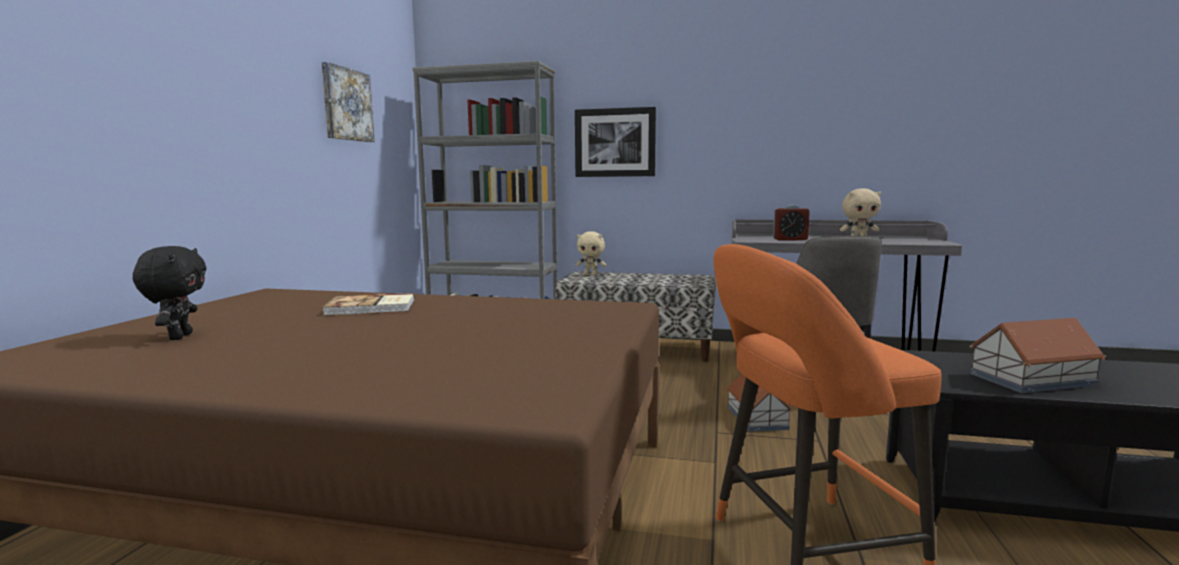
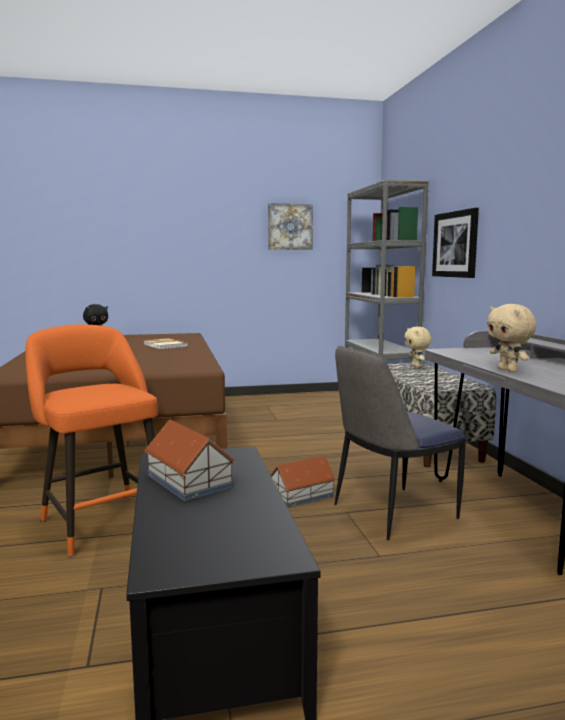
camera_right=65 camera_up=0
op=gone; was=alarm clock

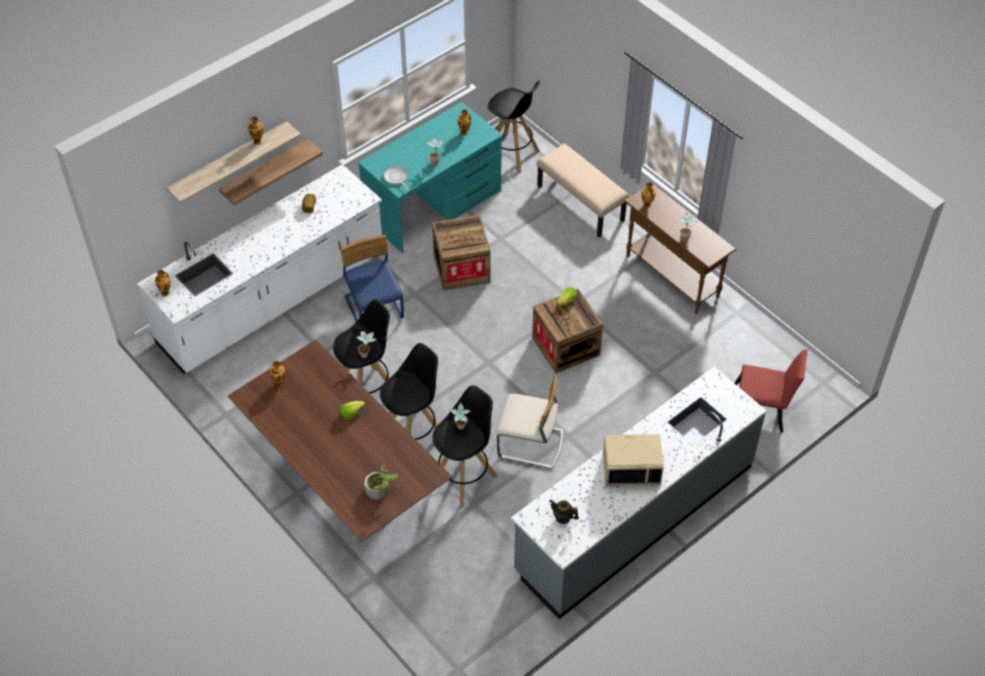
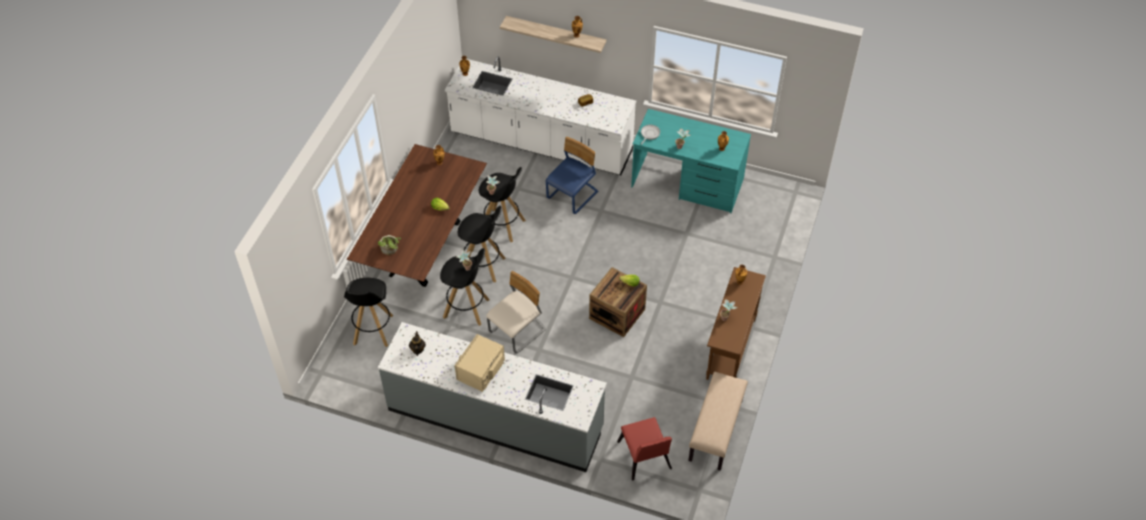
camera_right=60 camera_up=0
op=gone; was=shelf (no. 2 from left)
op=gone; was=crate (no. 1 from left)
op=shifted; was=stool (black) (no. 4 from left in the first image); now=stool (black) (no. 1 from left)
op=rotated; was=chair (beige); clockwise=-120
op=shifted; was=bench (beige)
op=rotated; was=microwave (beige); clockwise=60

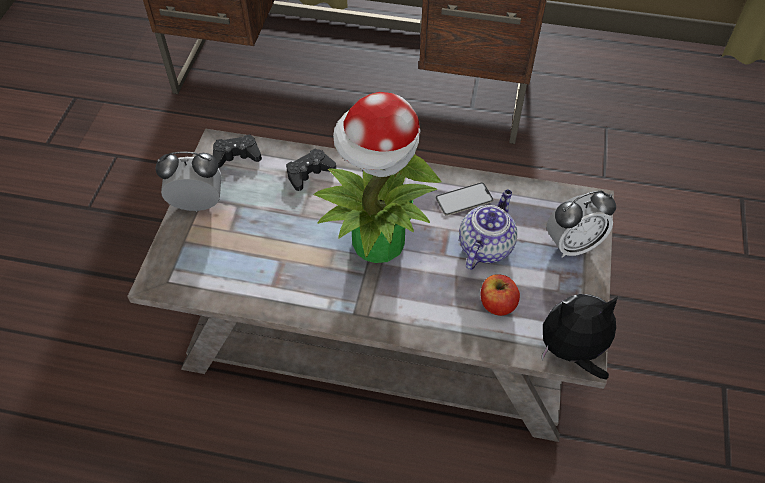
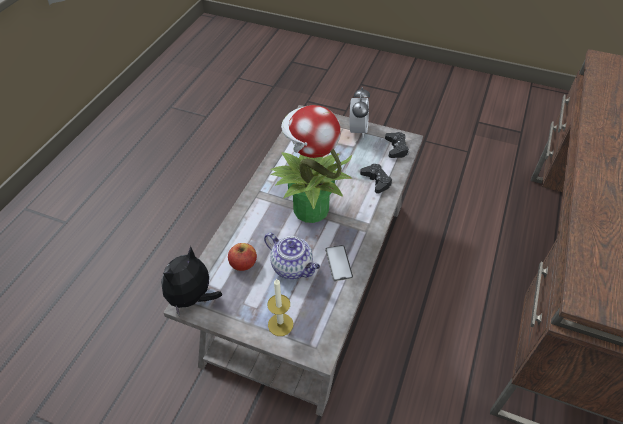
camera_right=100 camera_up=-5
op=rotated; was=plush toy; clockwise=-150
op=swapped; was=alarm clock (no. 2 from left); now=candle

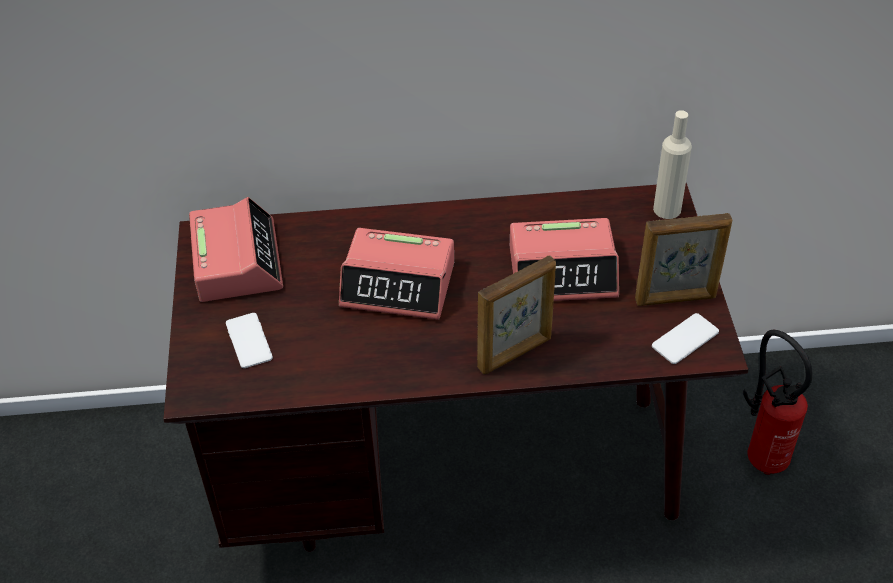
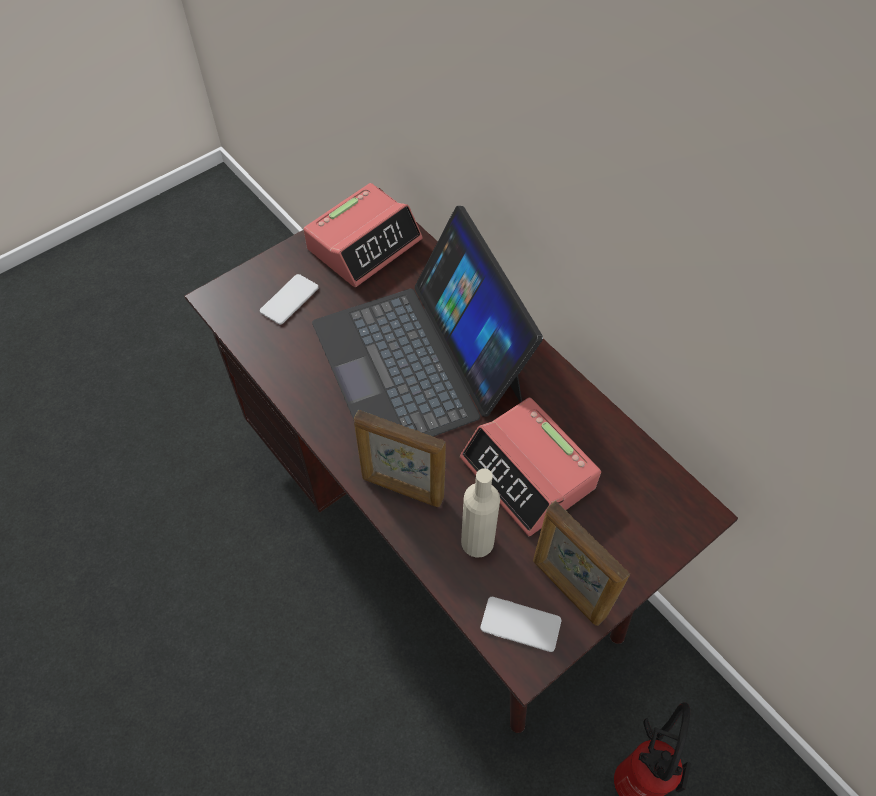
camera_right=55 camera_up=10
op=swapped; was=alarm clock (no. 2 from left); now=laptop
op=shifted; was=bottle (beige)

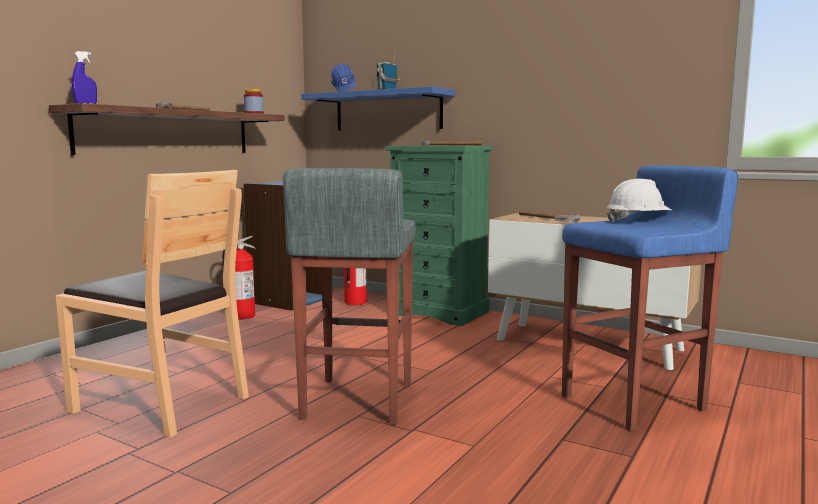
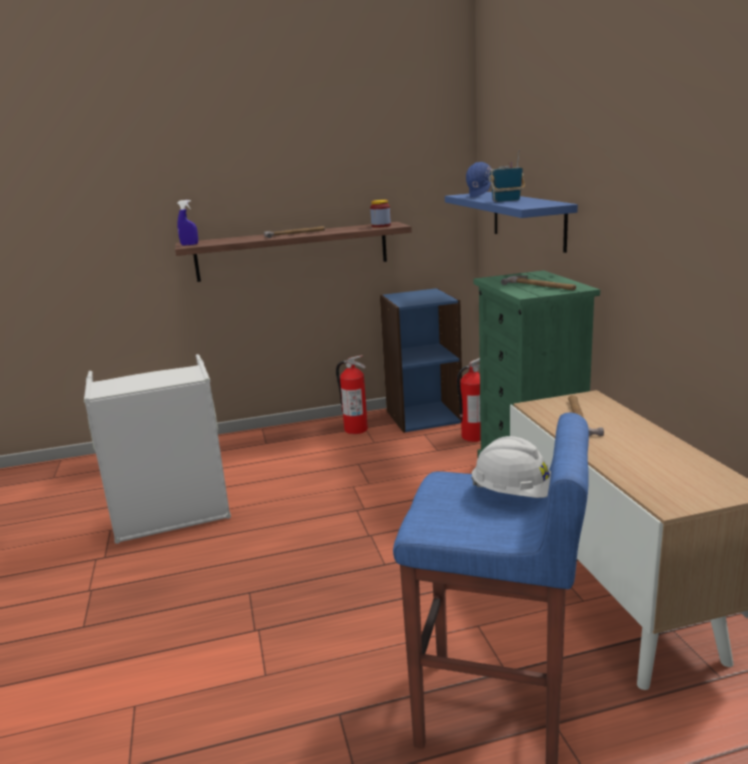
camera_right=45 camera_up=10
op=swapped; was=chair (brown); now=laundry basket (grey)
op=gone; was=stool (grey)

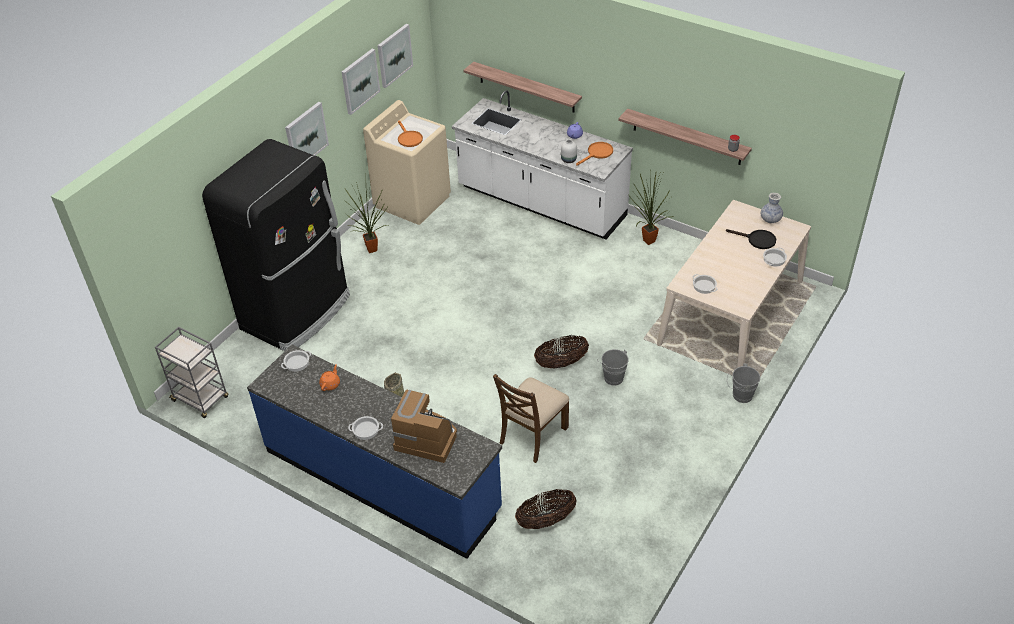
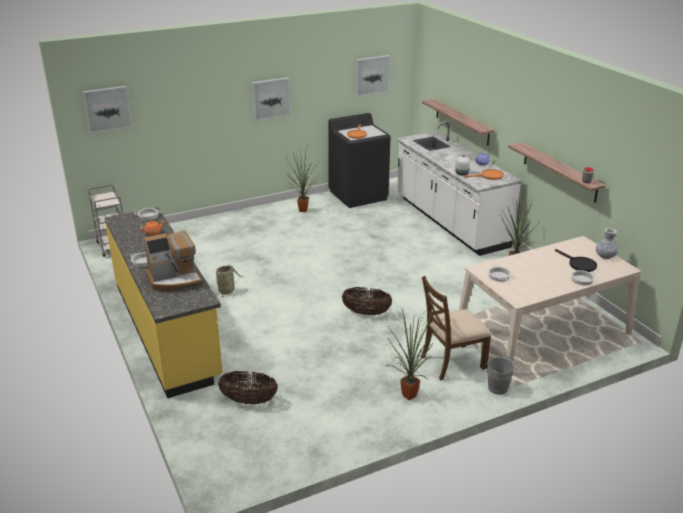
camera_right=30 camera_up=-15
op=gone; was=fridge (black)
op=repainted; was=counter (blue); now=counter (yellow)
op=shifted; was=picture (no. 2 from left in the first image); now=picture (no. 1 from left)
op=repainted; was=washing machine (beige); now=washing machine (black)
op=rotated; was=coffee machine; clockwise=105
op=shifted; was=chair (brown)
op=gone; was=bucket (grey) (no. 1 from left)
op=new; now=potted plant (no. 2 from left)

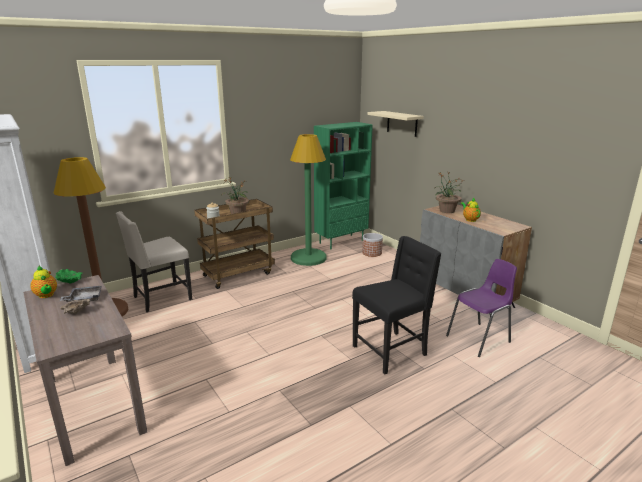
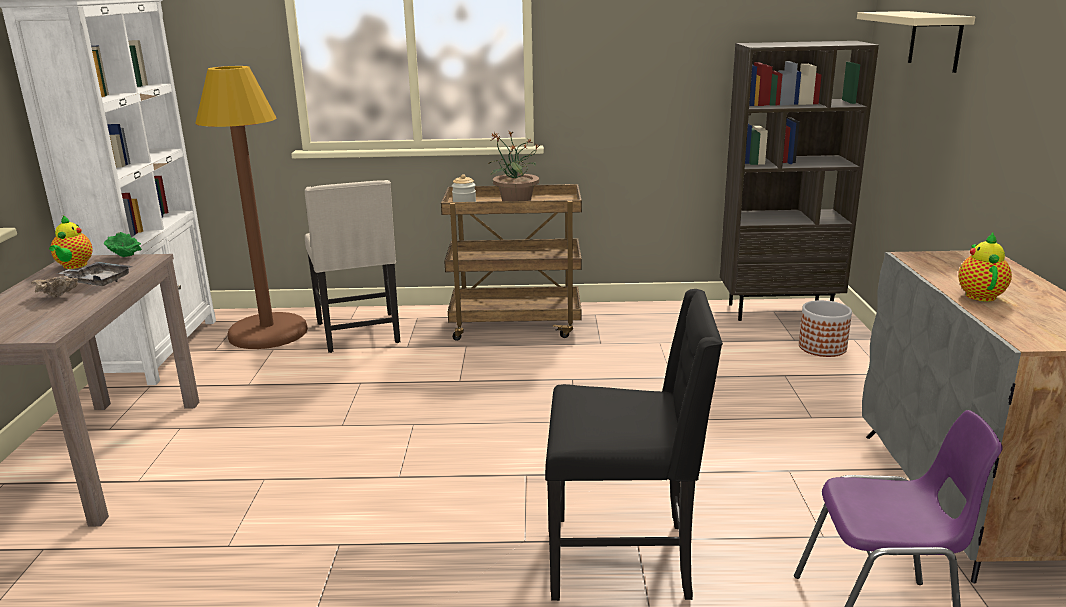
camera_right=35 camera_up=0
op=rotated; was=chair (beige); clockwise=-105
op=gone; was=floor lamp (green)
op=repainted; was=bookcase (green); now=bookcase (brown)
op=gone; was=potted plant (no. 2 from left)

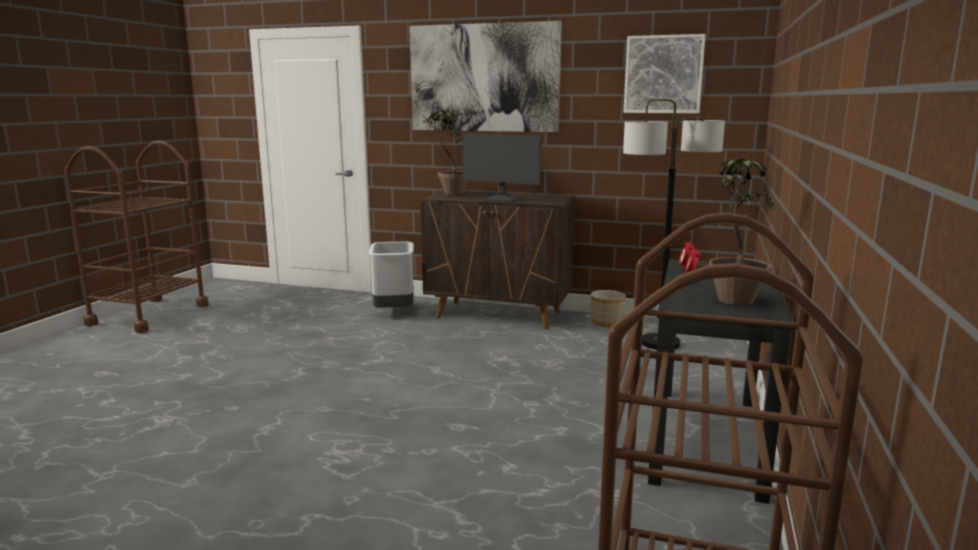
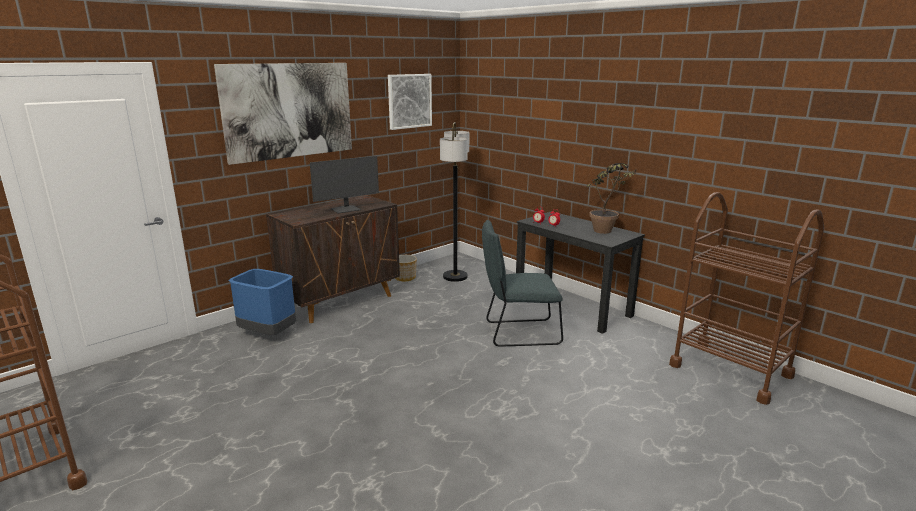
camera_right=-60 camera_up=5
op=repainted; was=trash can (grey); now=trash can (blue)
op=gone; was=potted plant (no. 1 from left)
op=new; now=chair (grey)

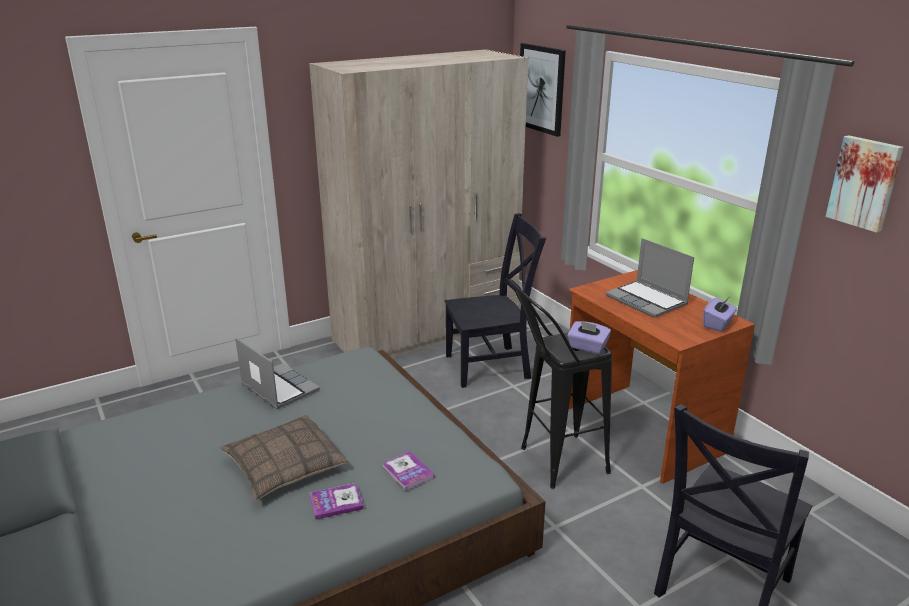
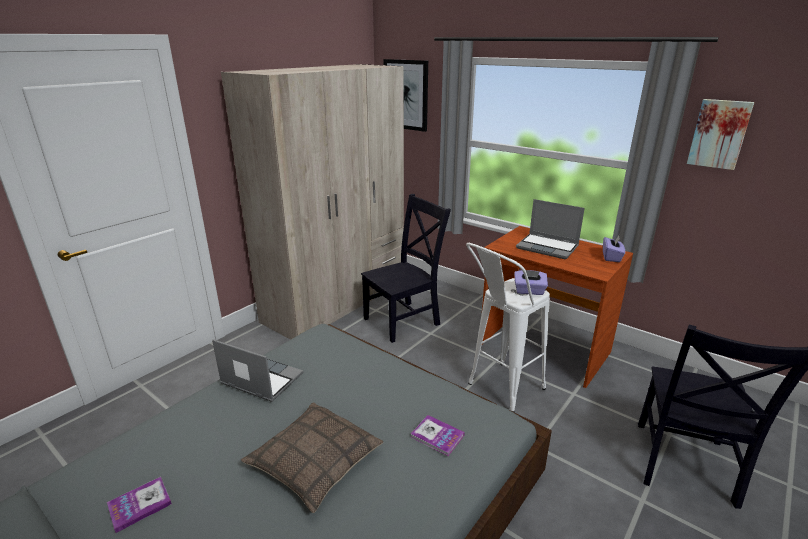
camera_right=-20 camera_up=0
op=shifted; was=book (no. 1 from left)
op=repainted; was=stool (black); now=stool (white)

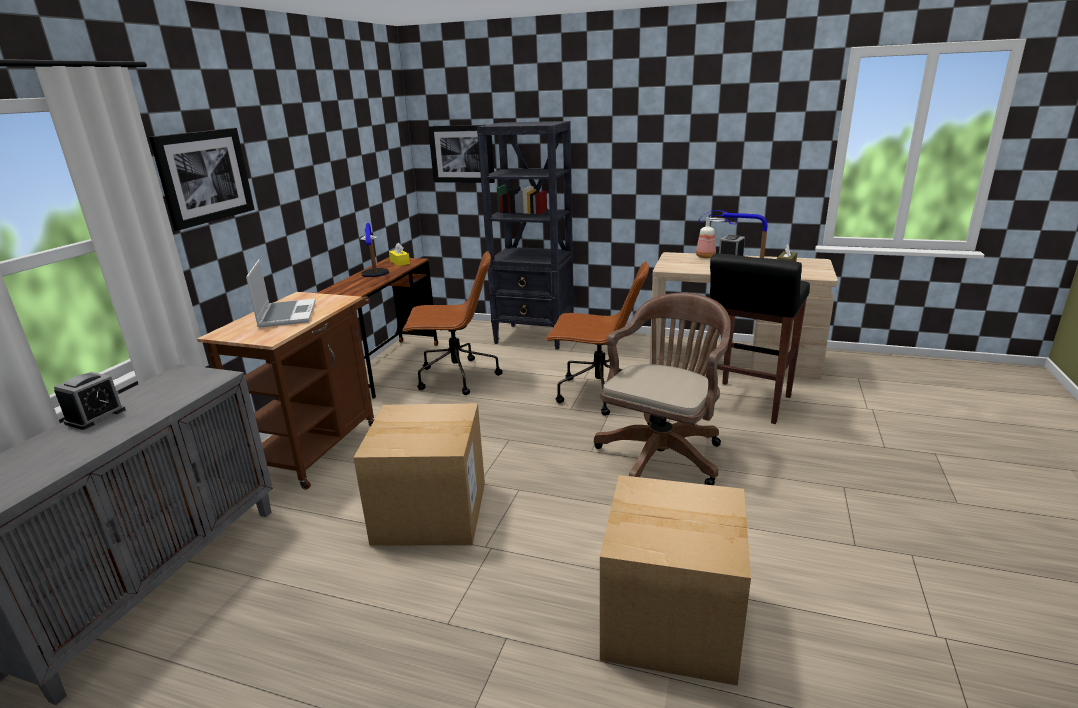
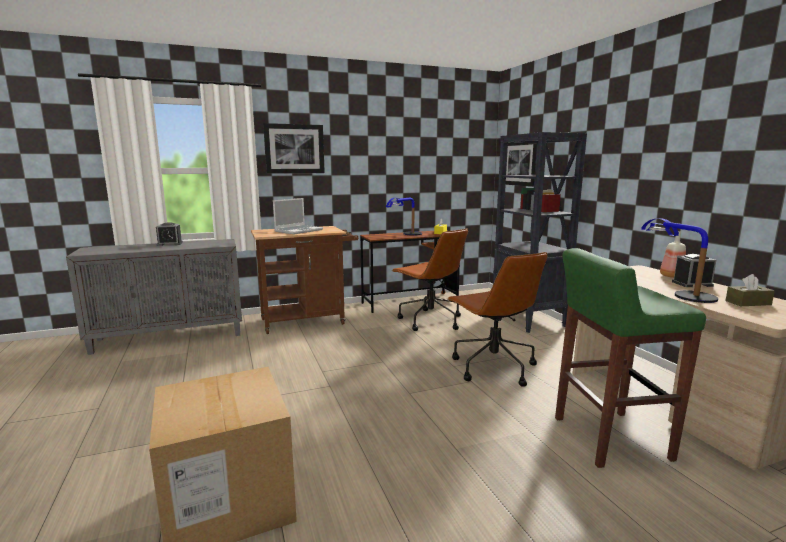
camera_right=50 camera_up=-10
op=gone; was=cardboard box (no. 1 from left)
op=gone; was=office chair (brown) (no. 3 from left)
op=repainted; was=stool (black); now=stool (green)

